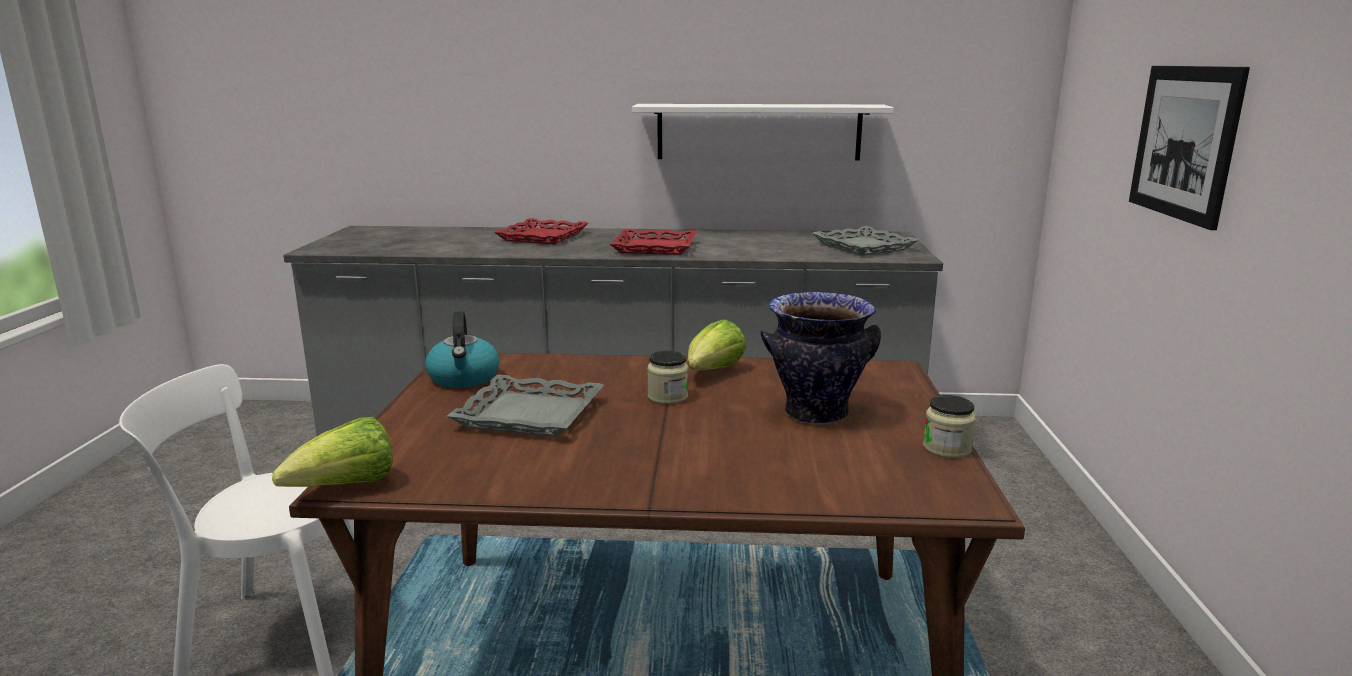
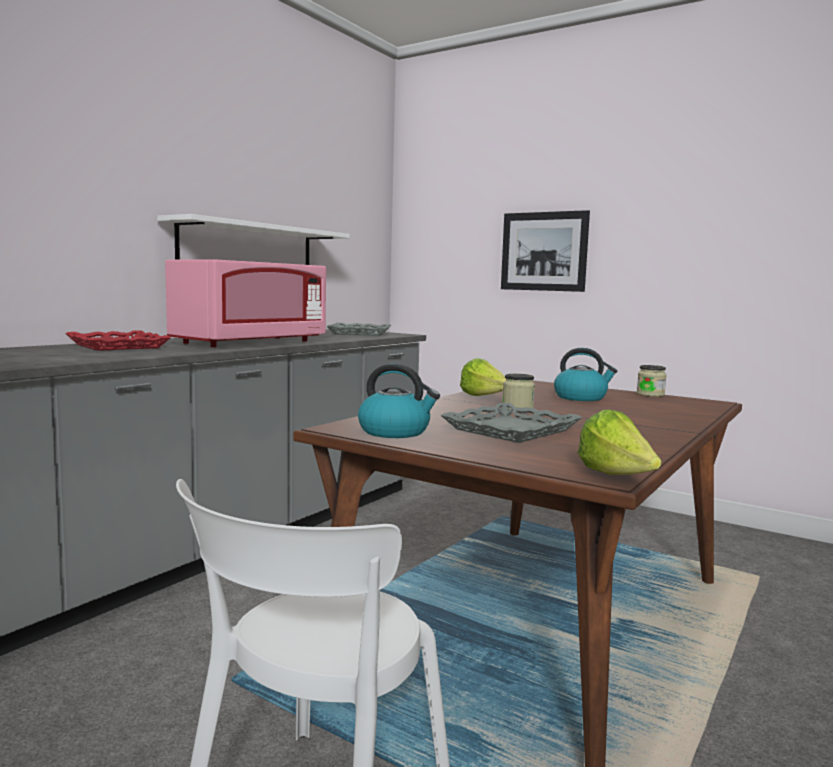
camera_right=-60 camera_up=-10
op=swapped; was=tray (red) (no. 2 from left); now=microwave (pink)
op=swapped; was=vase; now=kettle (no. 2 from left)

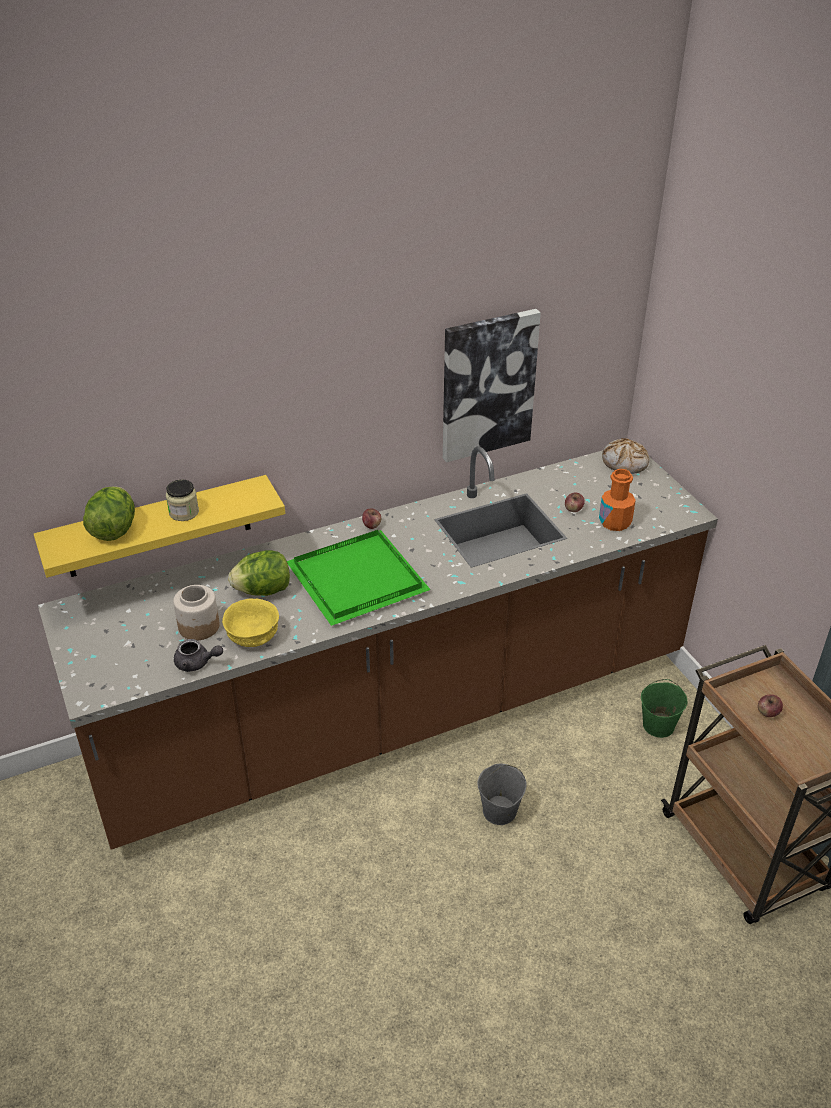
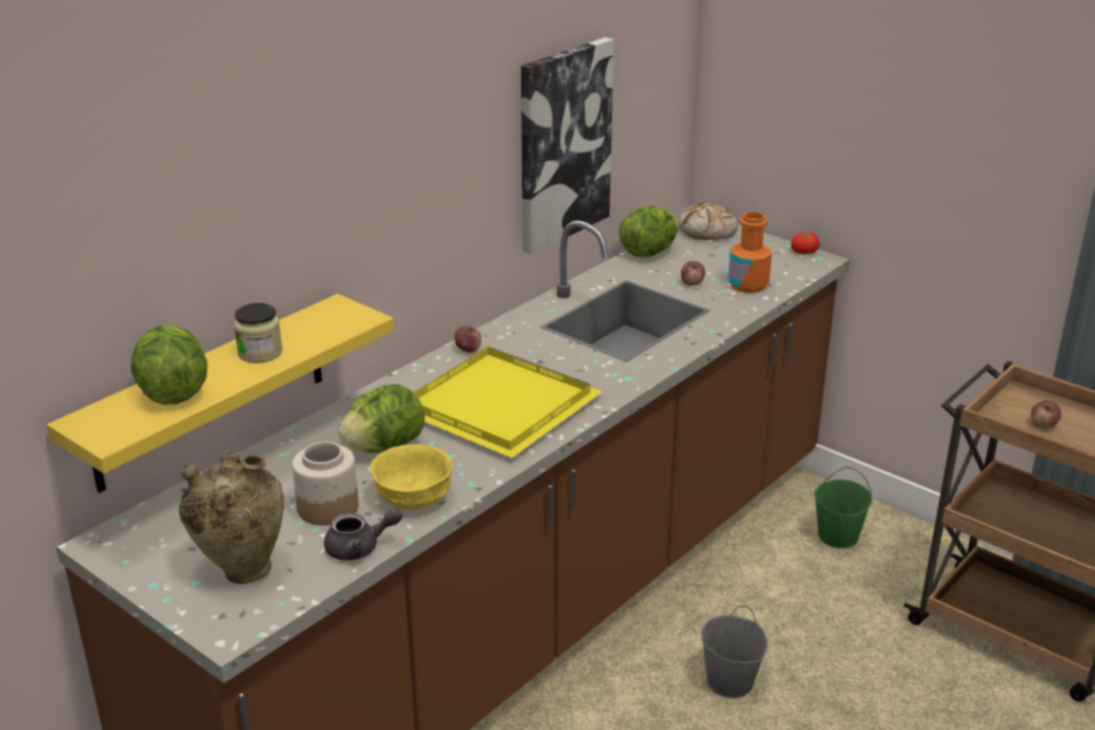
camera_right=-25 camera_up=-10
op=repainted; was=tray (green); now=tray (yellow)
op=new; now=vase (beige)
op=new; now=lettuce (no. 3 from left)
op=new; now=tomato

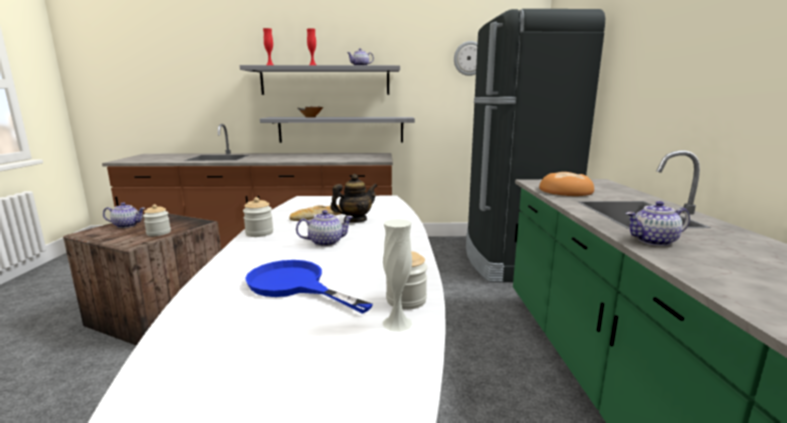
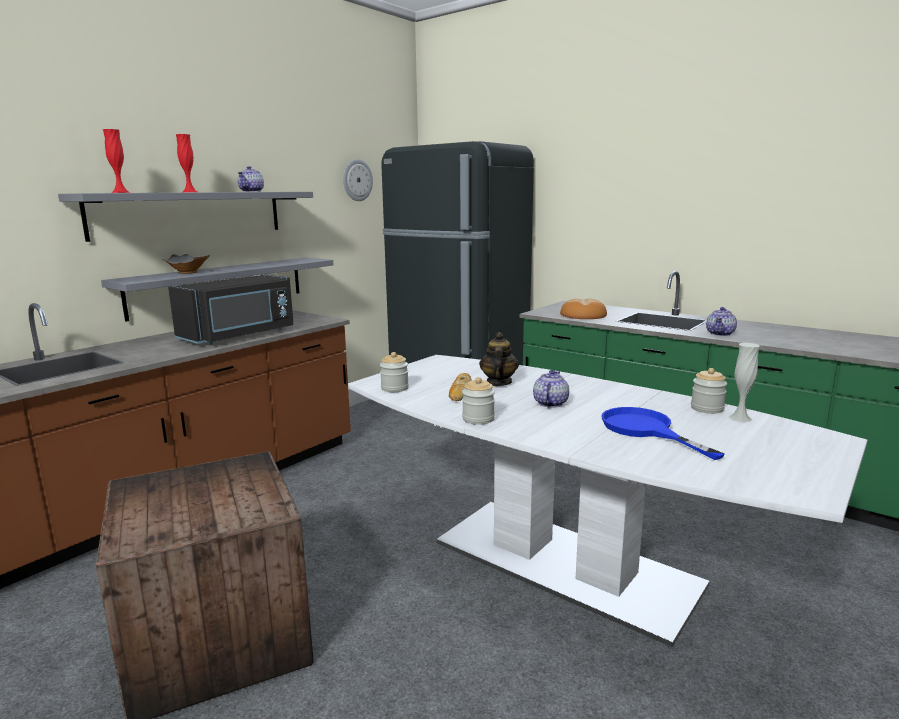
camera_right=-50 camera_up=0
op=gone; was=teapot (no. 1 from left)
op=shifted; was=jar (no. 1 from left)
op=rotated; was=frying pan (blue); clockwise=75
op=new; now=microwave (black)

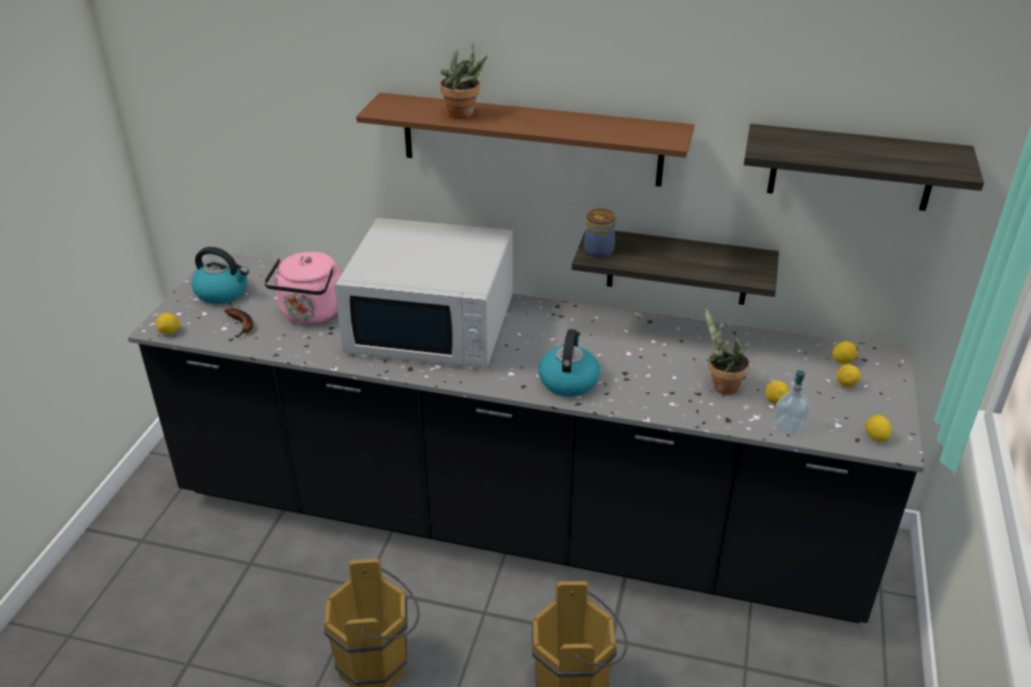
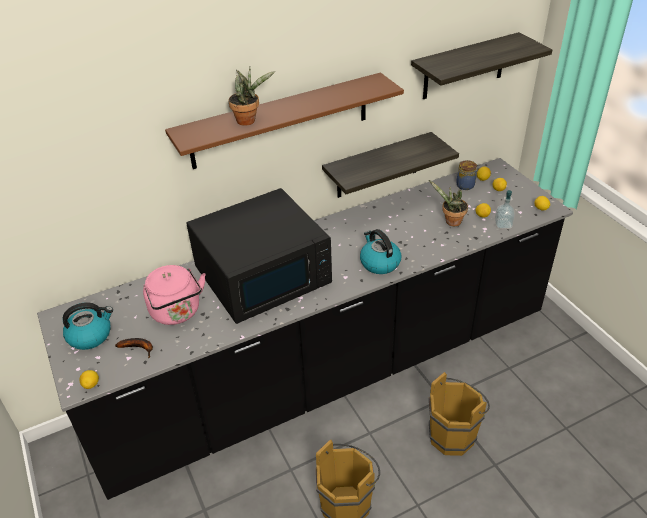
camera_right=-40 camera_up=5
op=repainted; was=microwave (white); now=microwave (black)
op=shifted; was=jar

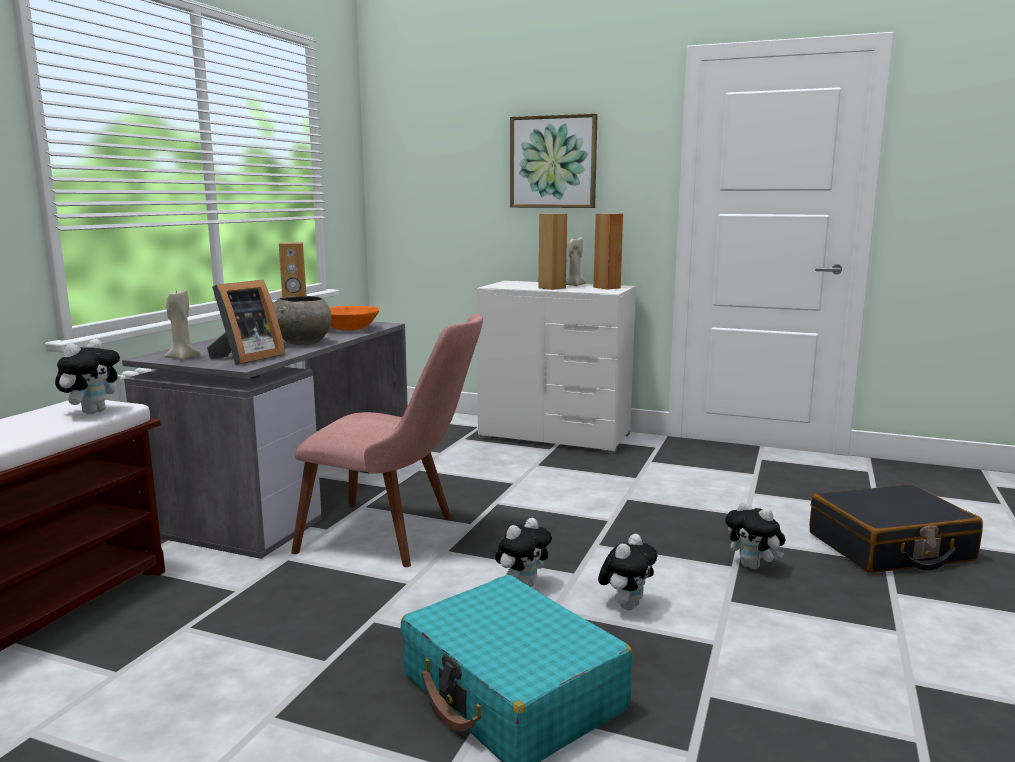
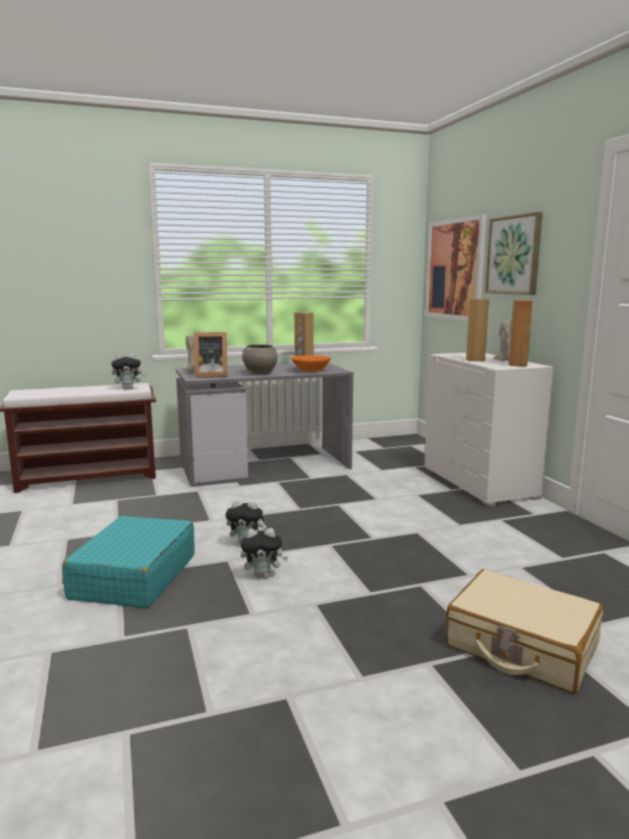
camera_right=50 camera_up=0
op=gone; was=chair (pink)
op=gone; was=plush toy (no. 4 from left)
op=repainted; was=suitcase (black); now=suitcase (beige)
op=new; now=picture (no. 1 from left)

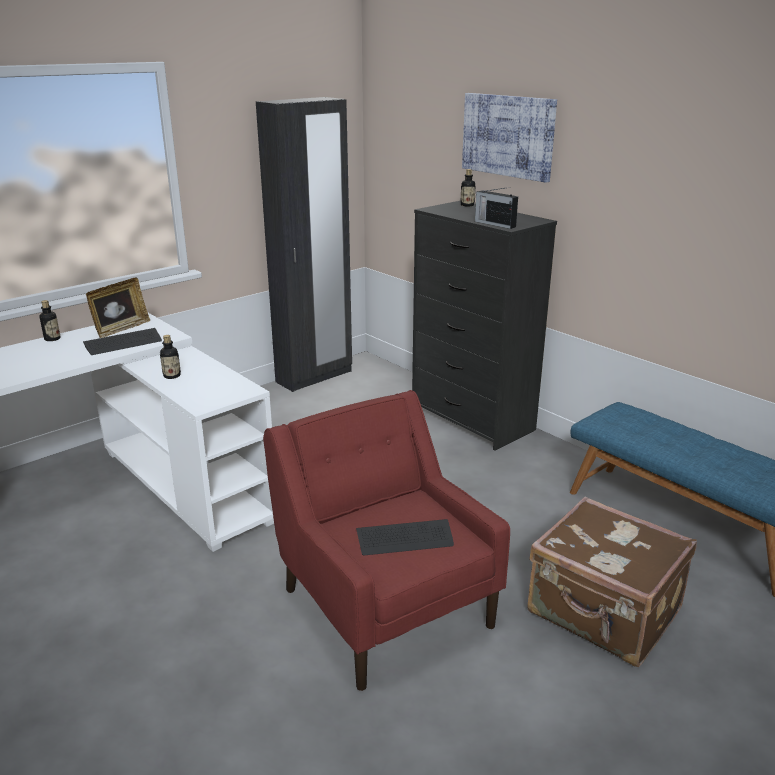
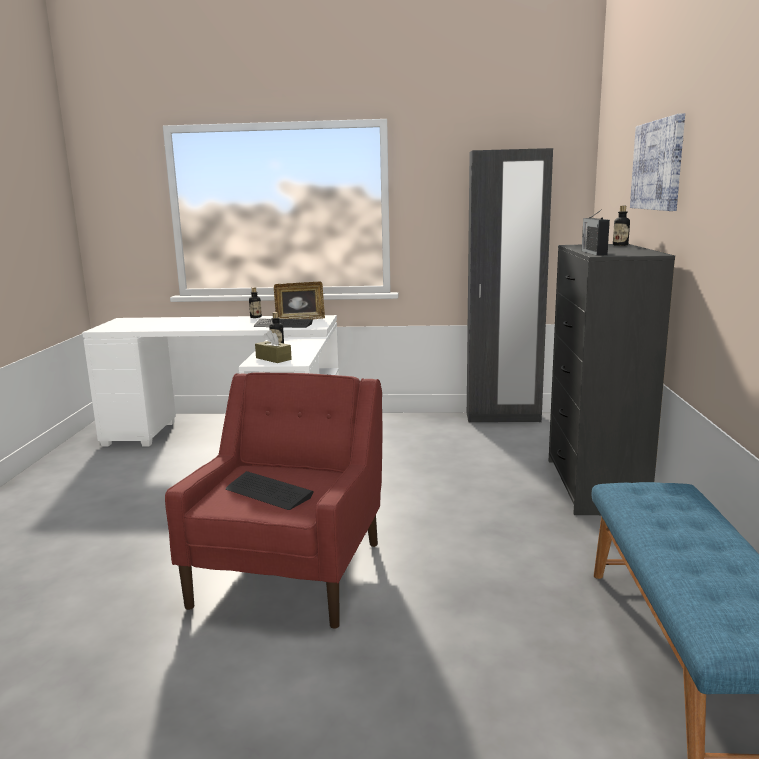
camera_right=45 camera_up=-10
op=gone; was=suitcase (brown)
op=new; now=tissue box (brown)

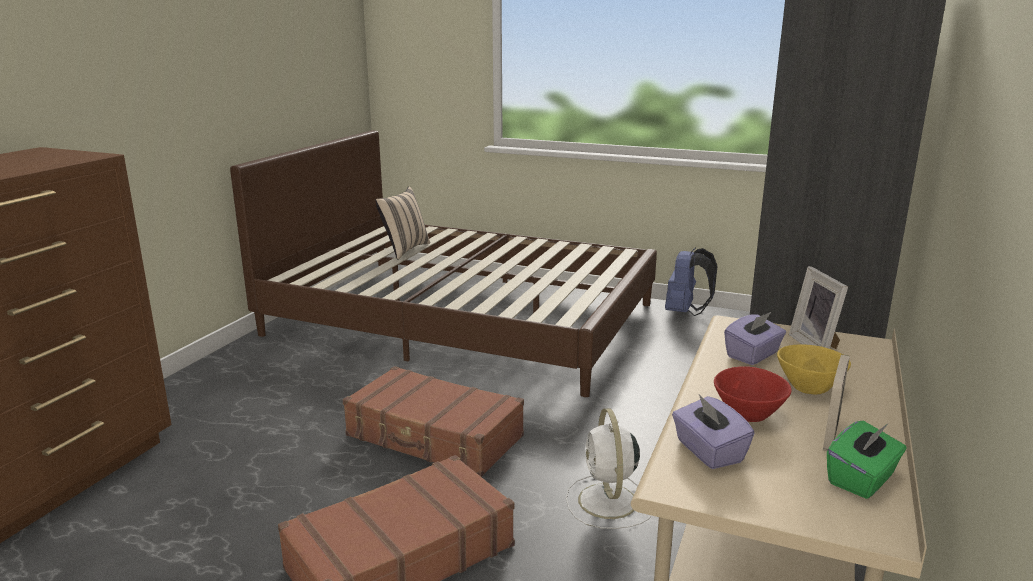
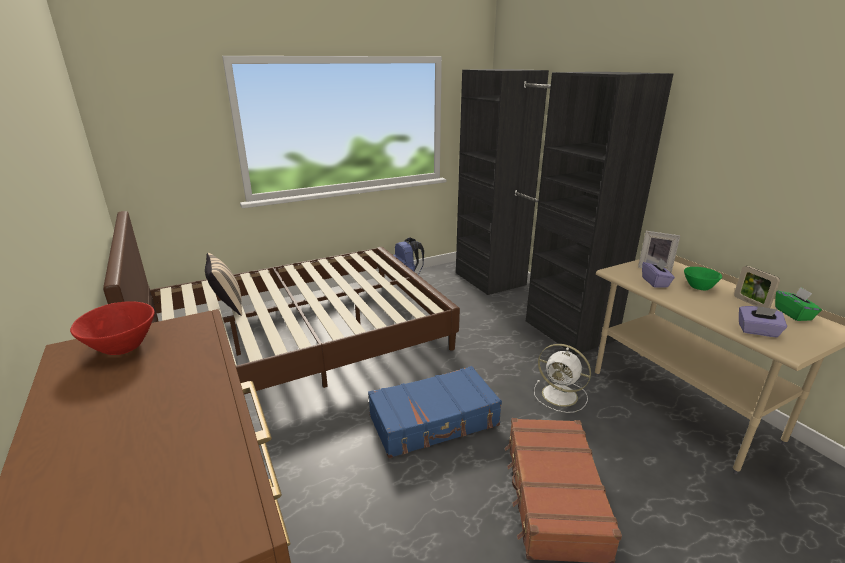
camera_right=-50 camera_up=5
op=repainted; was=suitcase (brown) (no. 2 from left); now=suitcase (blue)
op=shifted; was=bowl (red)
op=repainted; was=bowl (yellow); now=bowl (green)

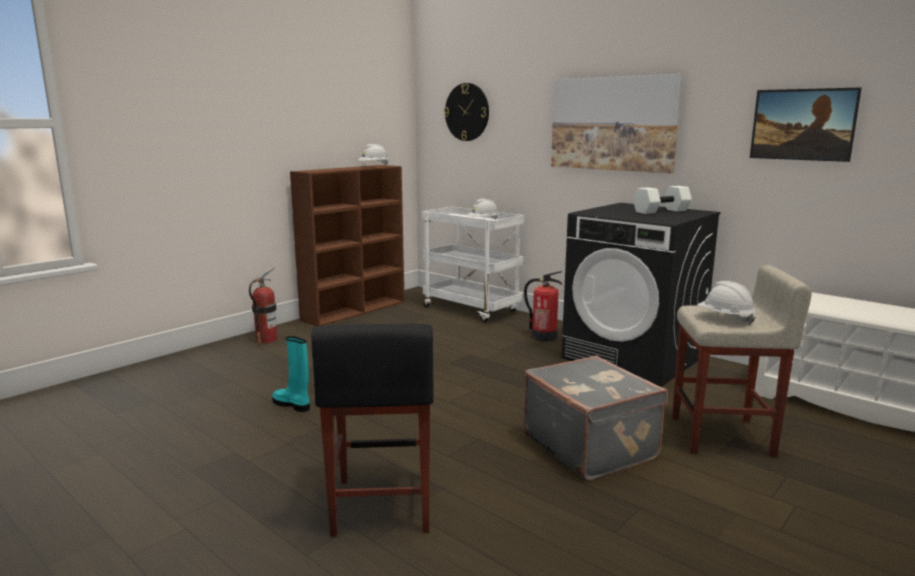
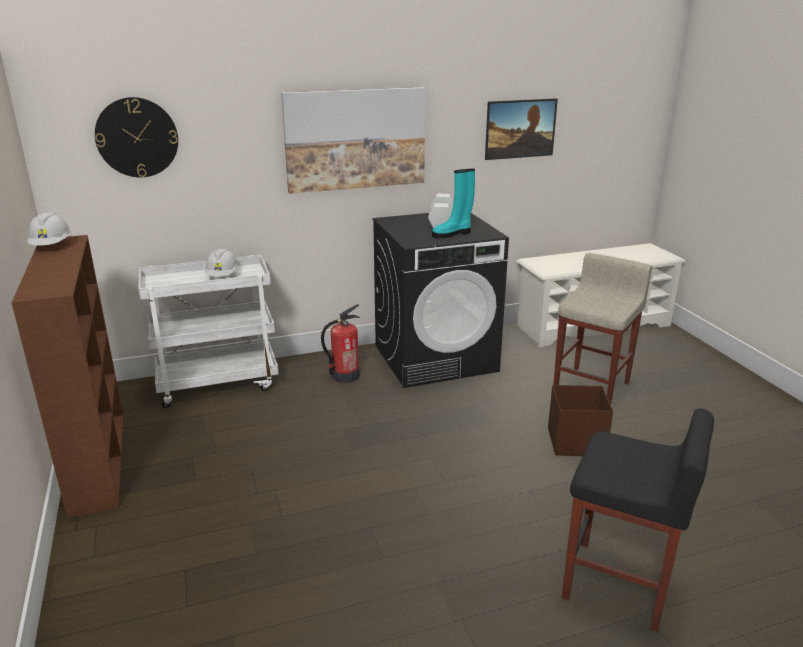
camera_right=-60 camera_up=10
op=gone; was=fire extinguisher (no. 1 from left)
op=shifted; was=boot (turquoise)
op=swapped; was=suitcase (grey); now=storage box (brown)
op=gone; was=hard hat (white) (no. 3 from left)

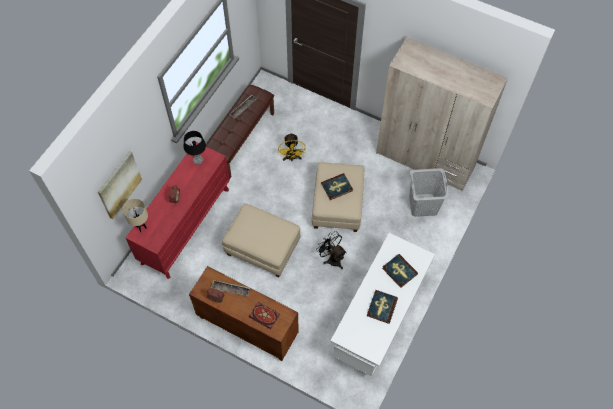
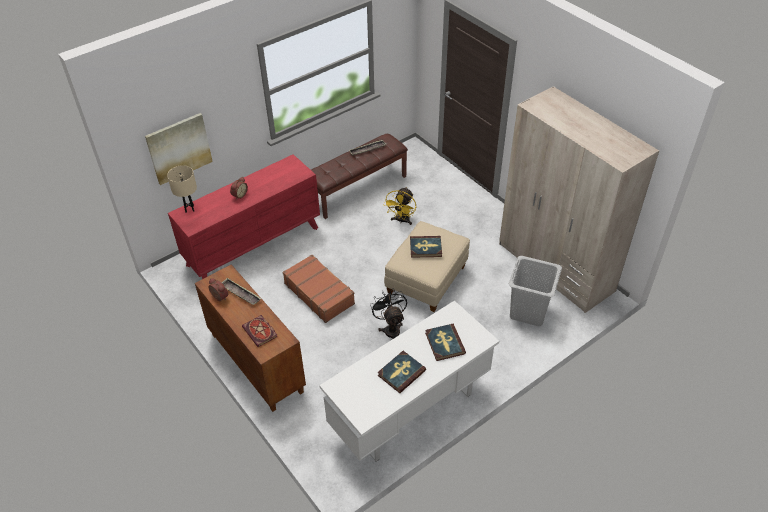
camera_right=25 camera_up=-15
op=gone; was=table lamp (black)
op=swapped; was=ottoman (beige) (no. 1 from left); now=suitcase (brown)

